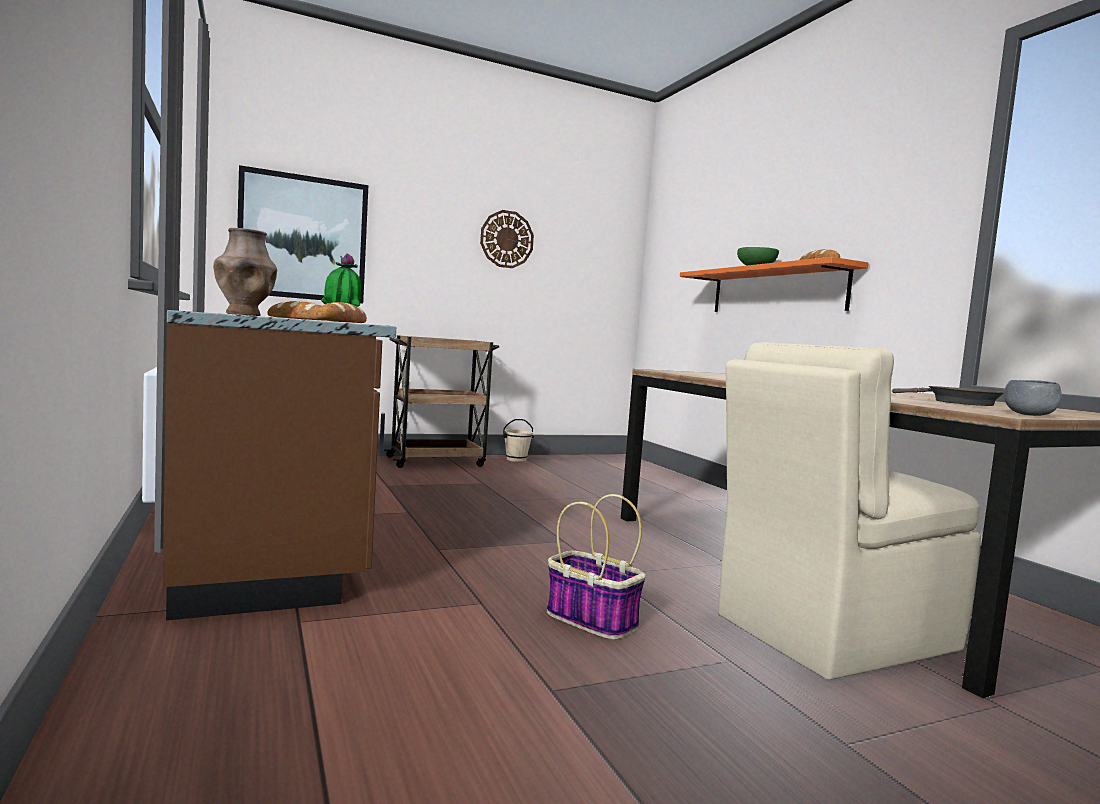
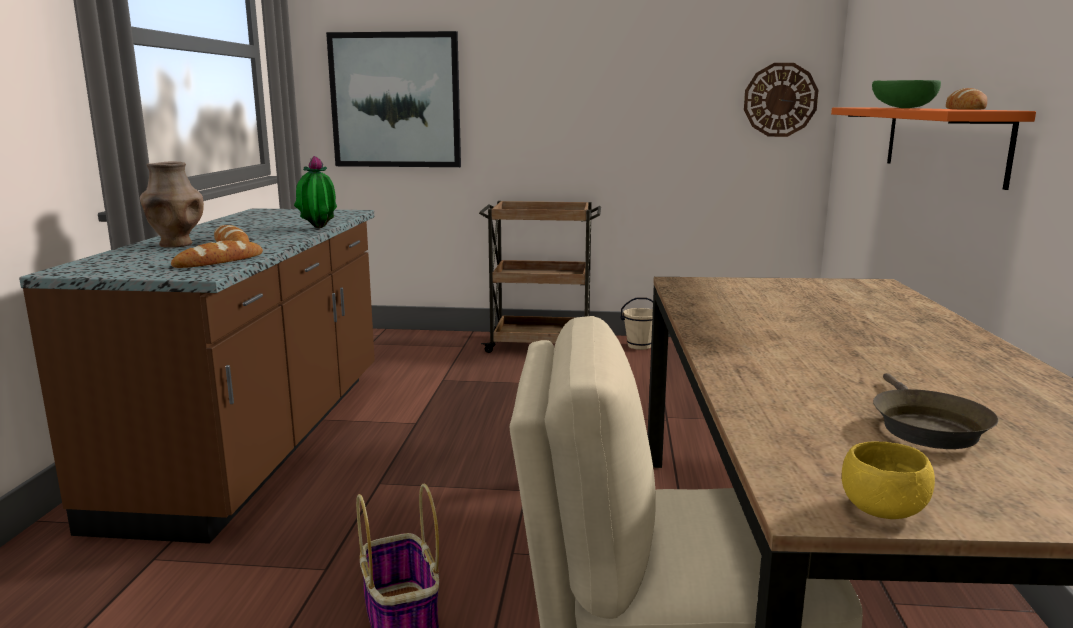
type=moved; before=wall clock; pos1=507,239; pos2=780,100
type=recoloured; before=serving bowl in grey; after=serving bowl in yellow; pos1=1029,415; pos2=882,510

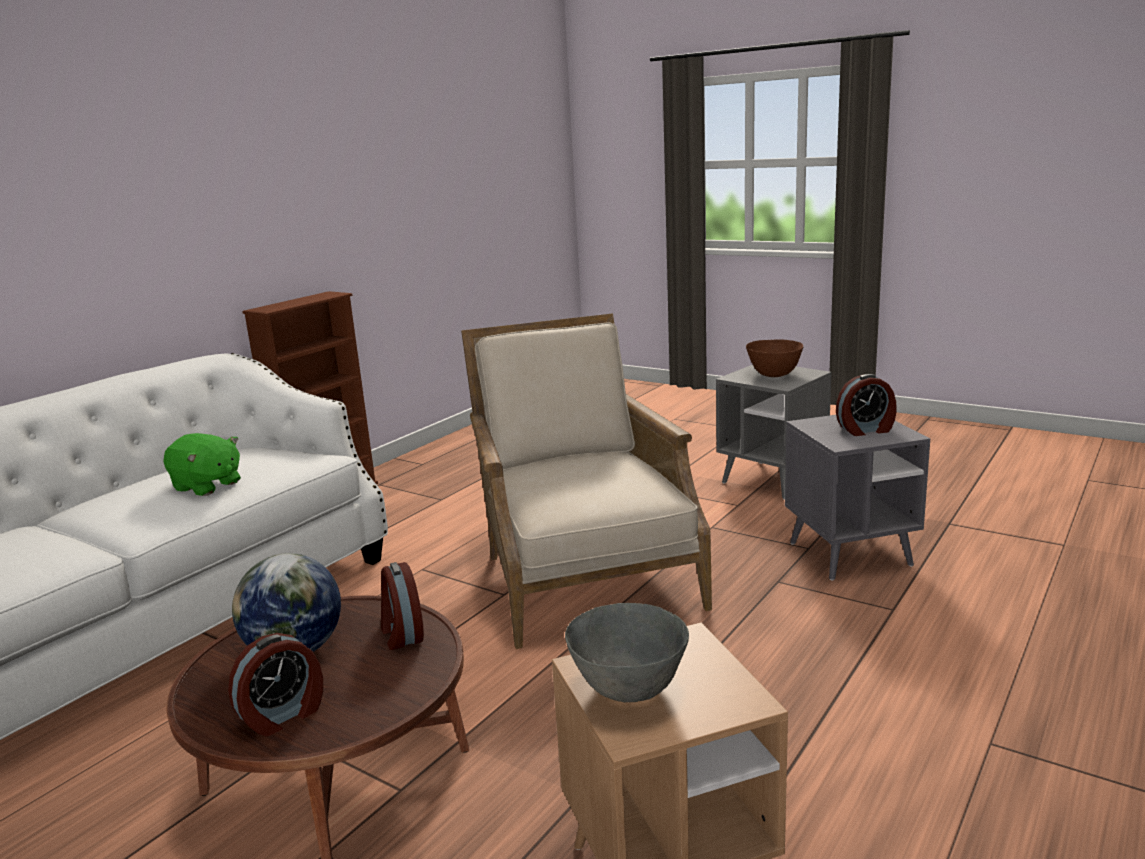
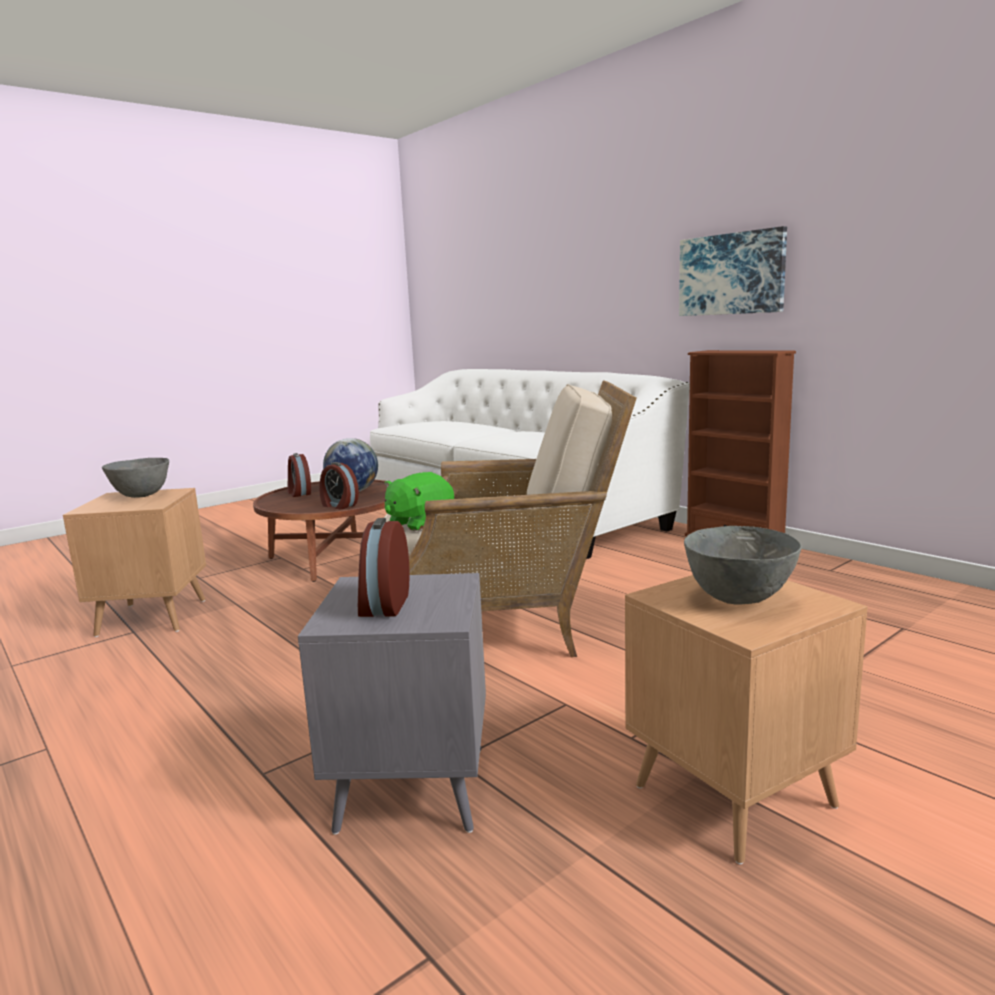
type=turned; before=alarm clock; pos1=401,634; pos2=338,505; turn=-135
type=moved; before=soft toy in greenish; pos1=207,486; pos2=419,523
type=recoloured; before=end table in grey; after=end table in brown; pos1=772,480; pos2=734,796
type=added; after=picture; pos2=731,274
type=recoloured; before=serving bowl in brown; after=serving bowl in grey; pos1=774,375; pos2=737,599

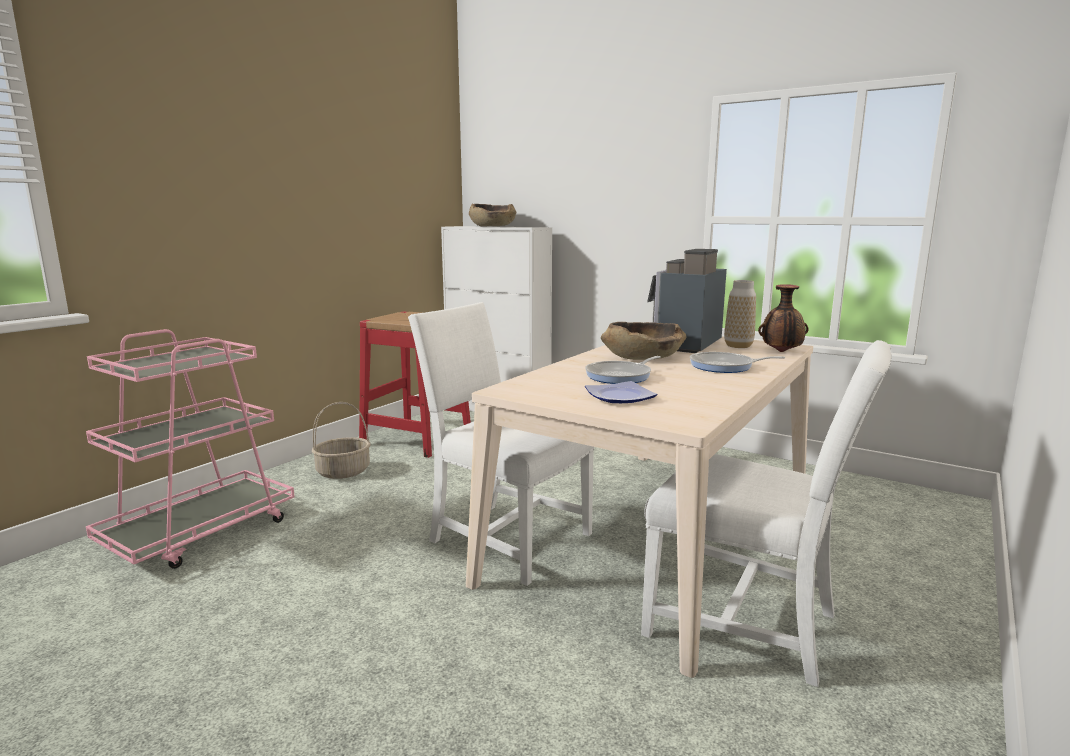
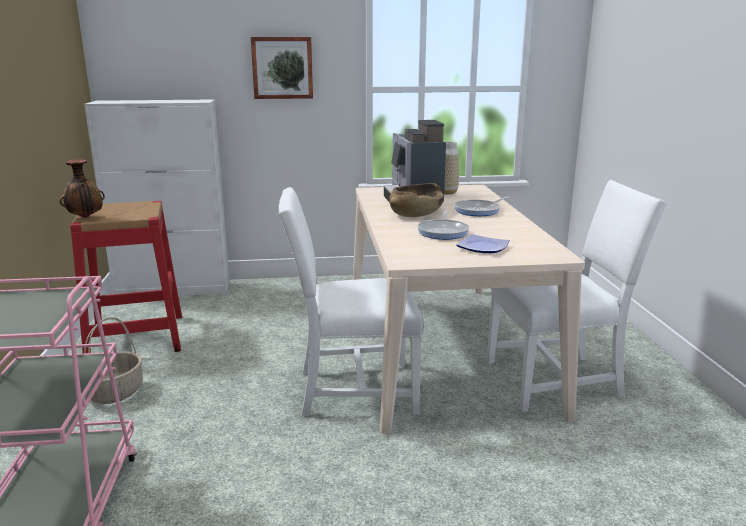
type=moved; before=decorative vase; pos1=781,352; pos2=85,217
type=added; after=picture; pos2=282,68
type=removed; before=serving bowl in brown; pos1=492,226

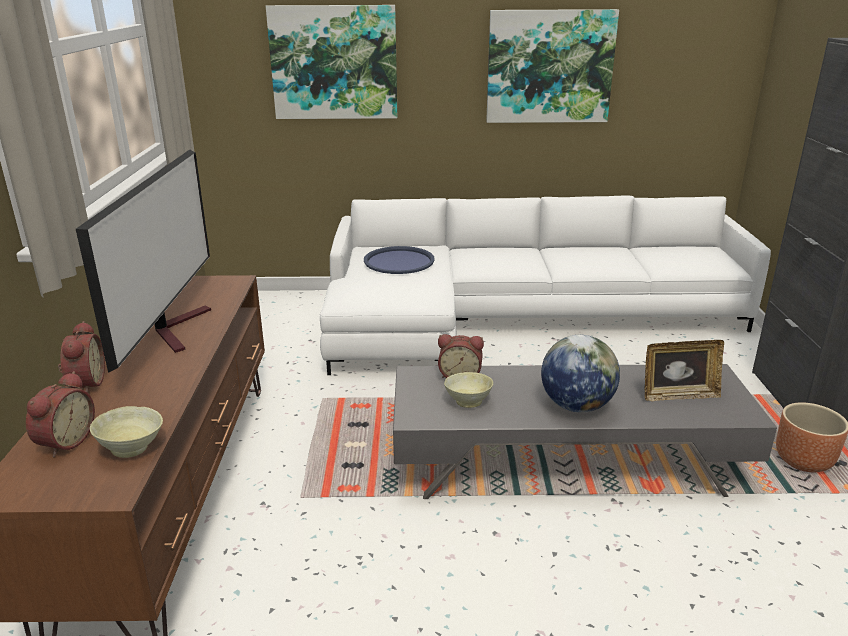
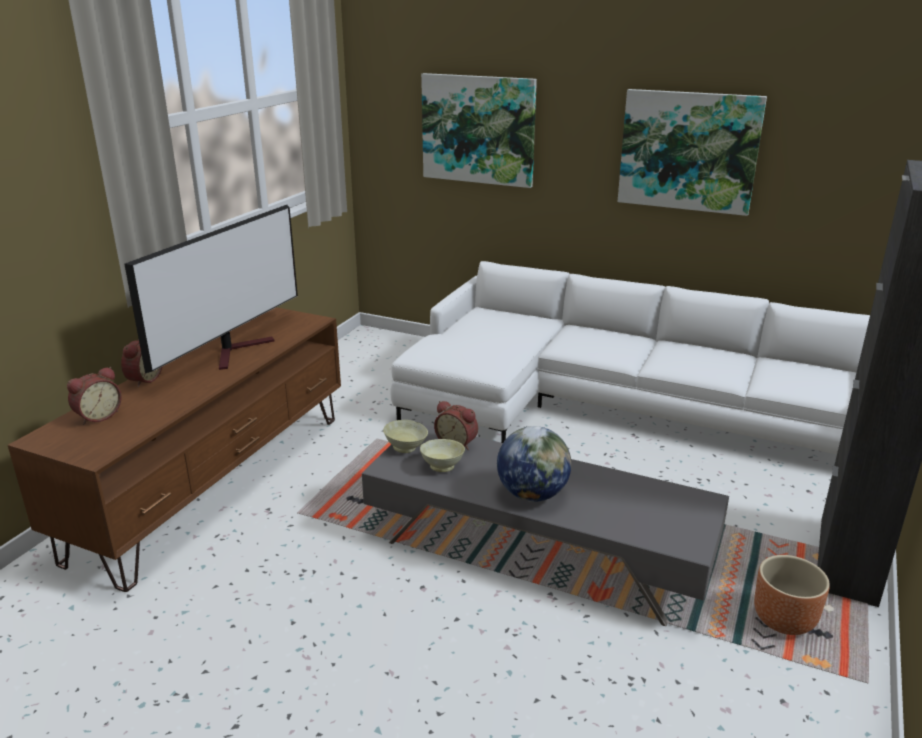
type=moved; before=serving bowl in sand-coloured; pos1=132,448; pos2=406,448
type=removed; before=tray in blue; pos1=399,261
type=removed; before=photo frame; pos1=678,395

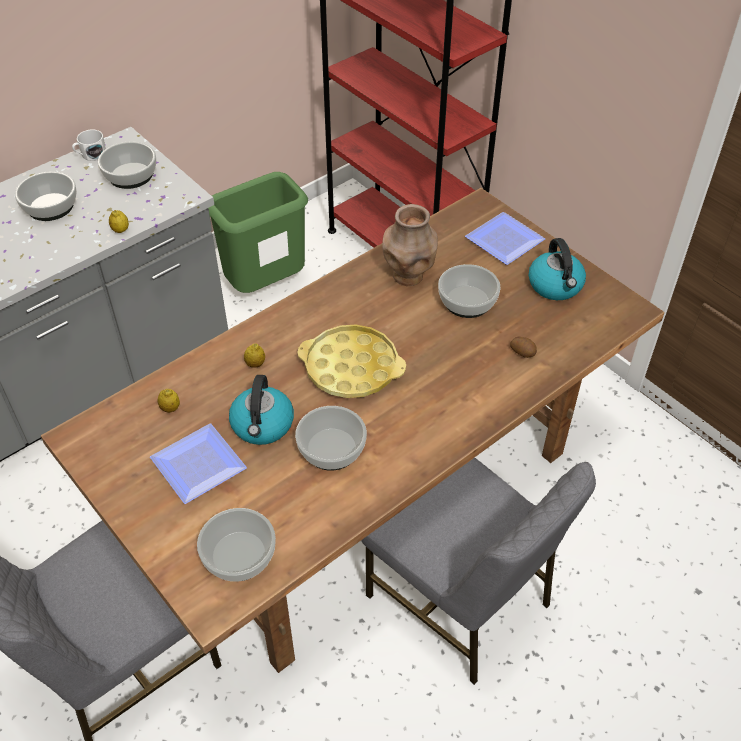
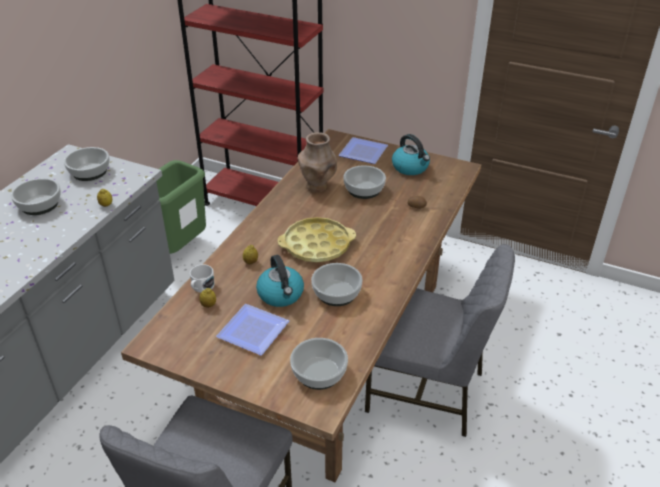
type=moved; before=tea mug in white; pos1=91,155; pos2=201,287

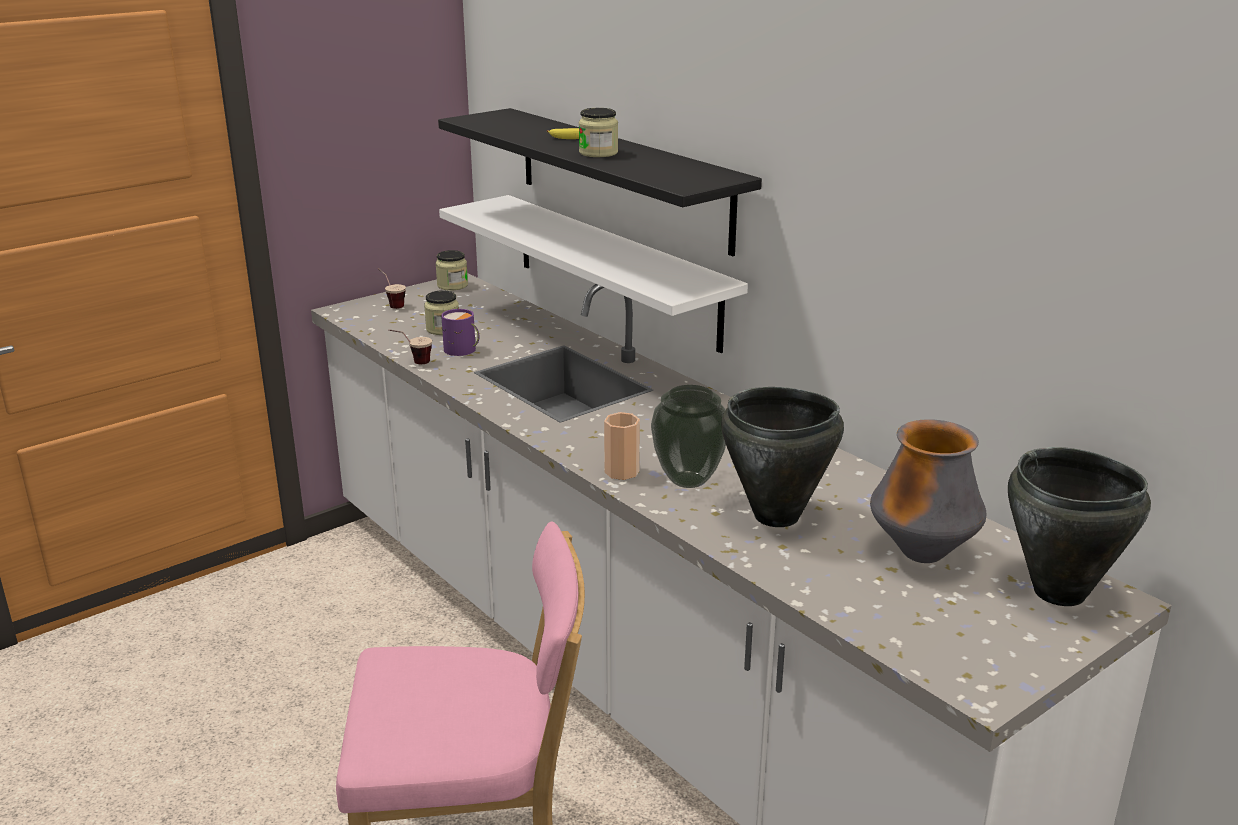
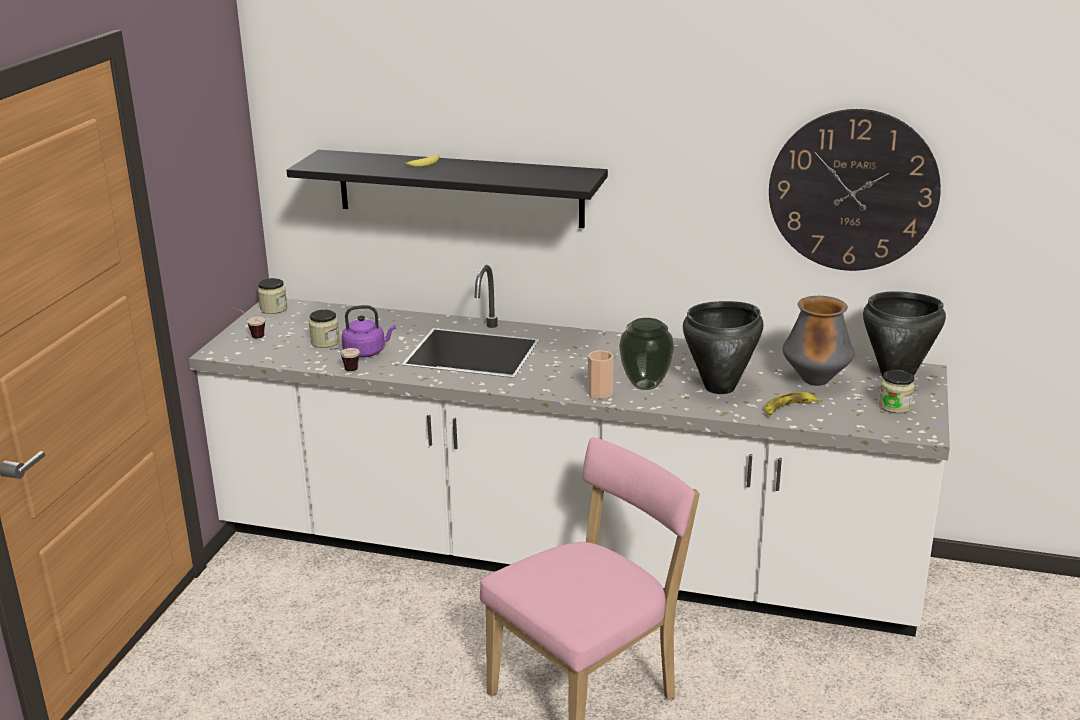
type=replaced; before=tea mug in purplish; after=water kettle in purplish; pos1=462,350; pos2=367,352
type=added; after=banana; pos2=788,408
type=added; after=wall clock; pos2=853,191
type=moved; before=preserve jar; pos1=598,153; pos2=894,406
type=removed; before=shelf in white; pos1=615,270

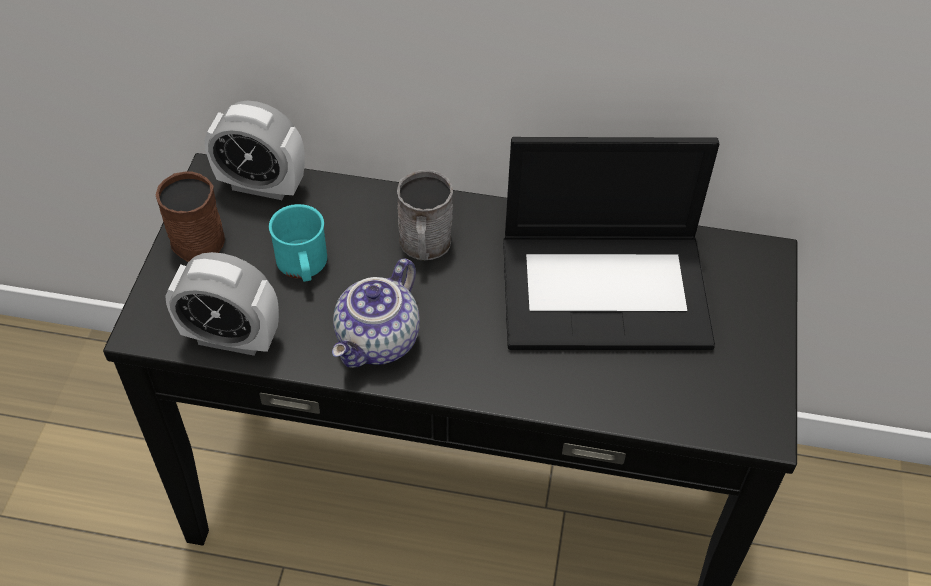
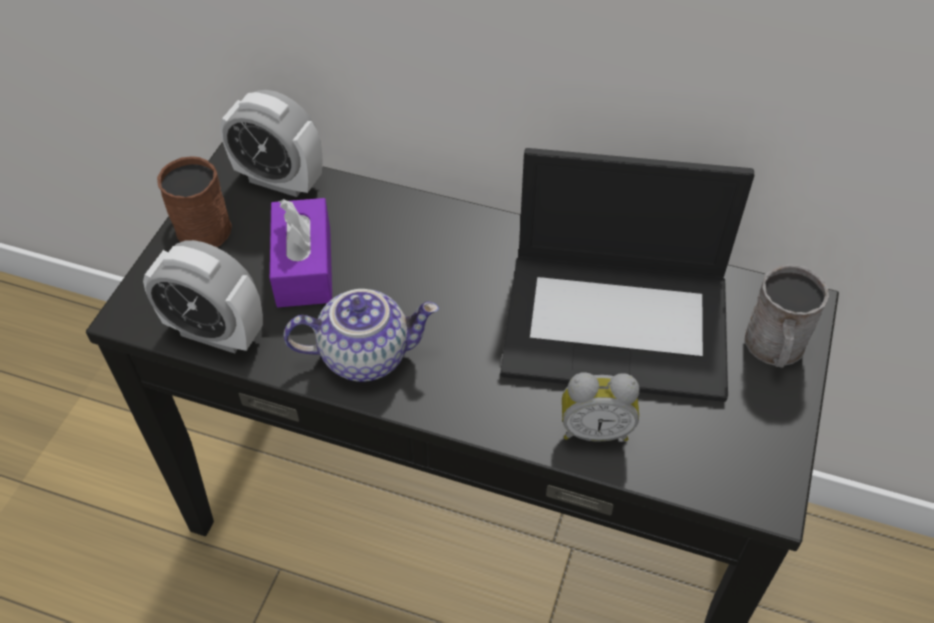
type=replaced; before=tea mug in turquoise-coloured; after=box of tissues in purplish; pos1=303,266; pos2=304,266
type=turned; before=teapot; pos1=379,342; pos2=366,354; turn=-135
type=added; after=alarm clock; pos2=595,429
type=moved; before=tea mug in grey; pos1=425,246; pos2=774,348

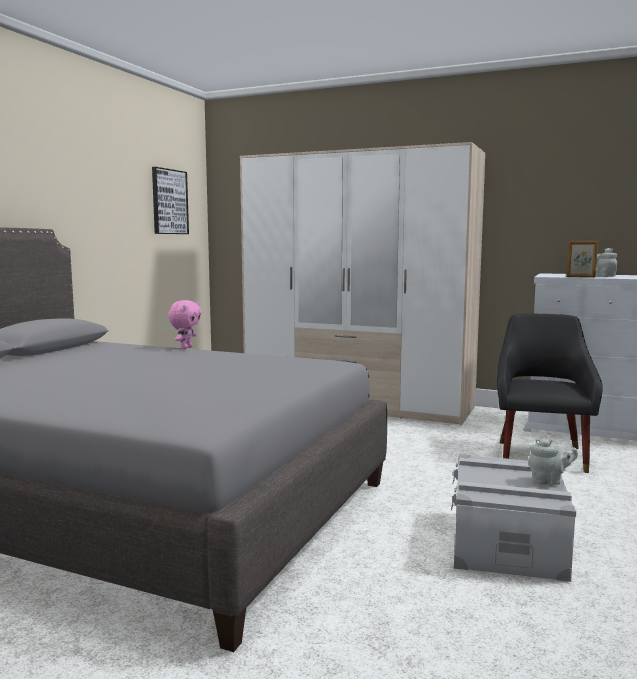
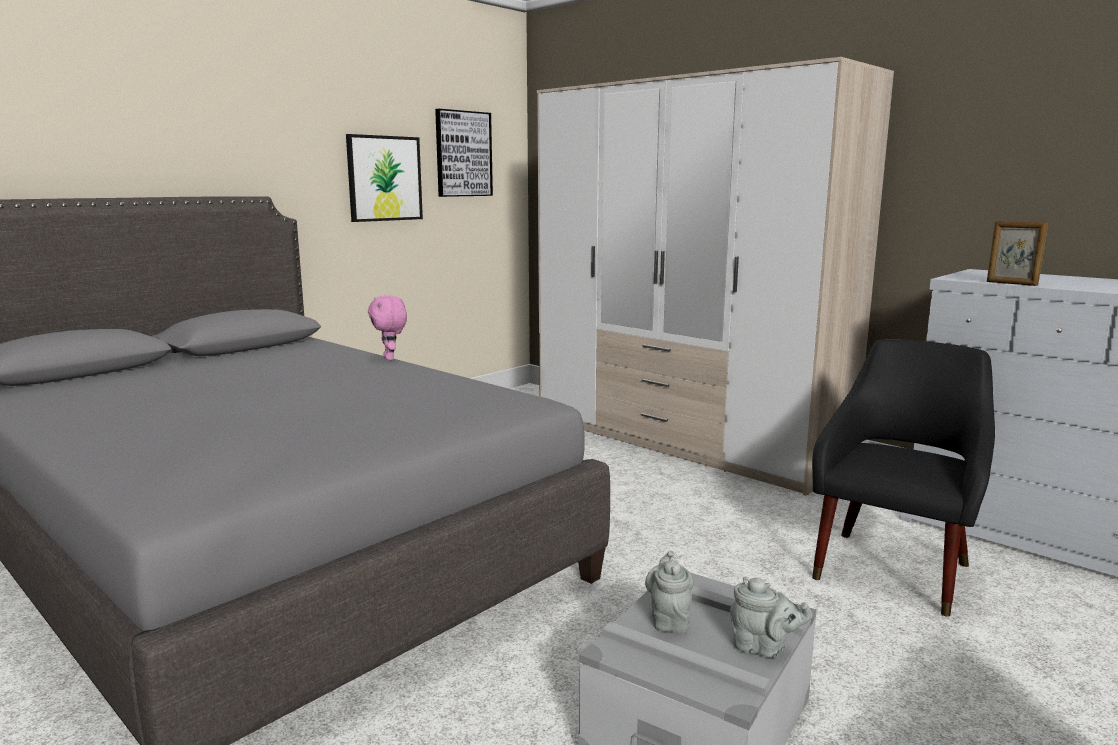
type=added; after=picture; pos2=384,178
type=turned; before=soft toy in pink; pos1=186,348; pos2=390,358; turn=120
type=moved; before=teapot in grey; pos1=603,276; pos2=669,619

